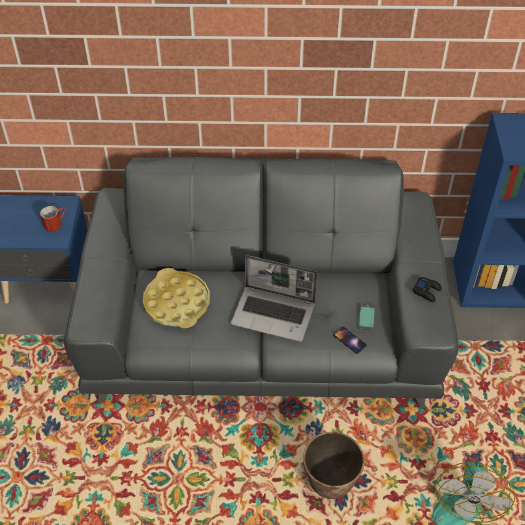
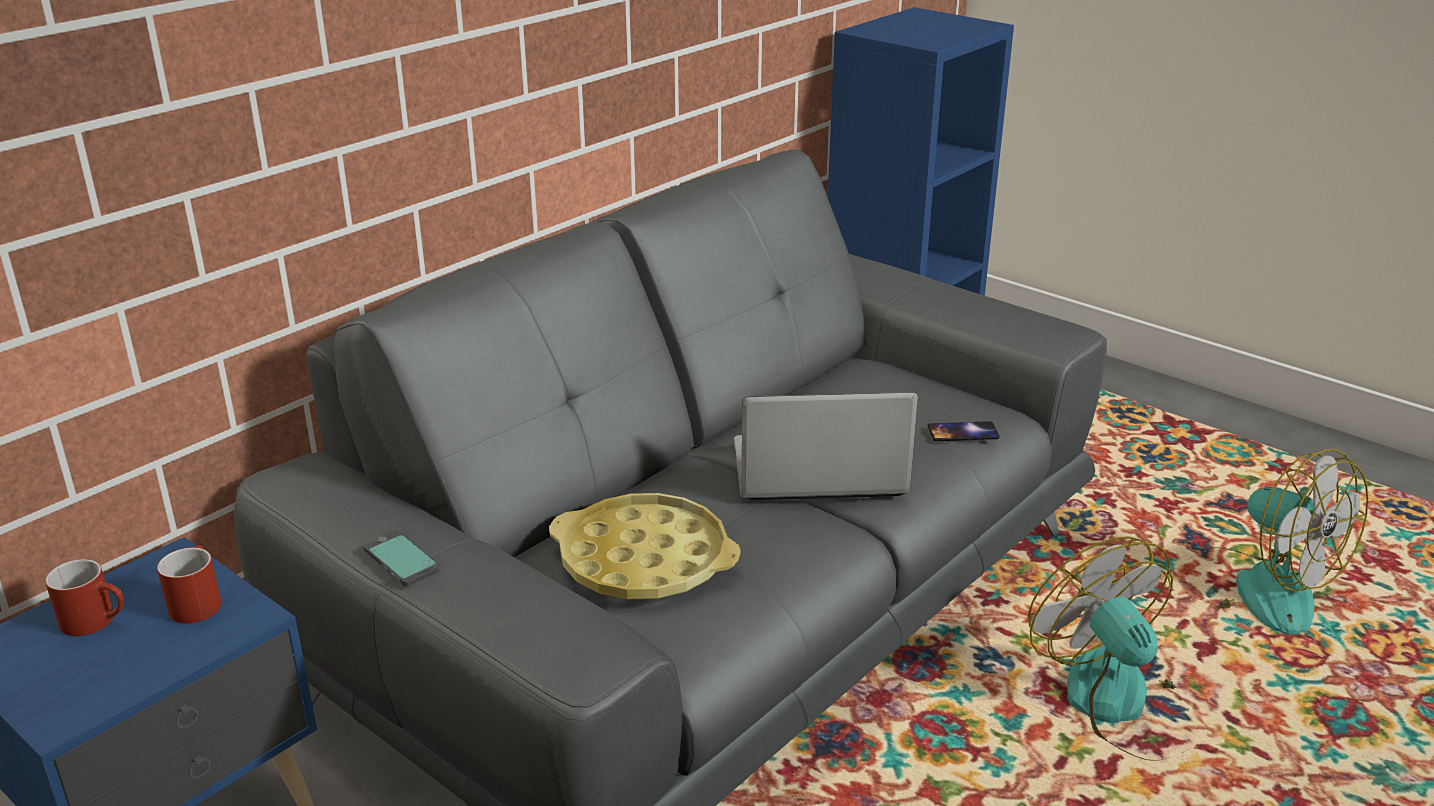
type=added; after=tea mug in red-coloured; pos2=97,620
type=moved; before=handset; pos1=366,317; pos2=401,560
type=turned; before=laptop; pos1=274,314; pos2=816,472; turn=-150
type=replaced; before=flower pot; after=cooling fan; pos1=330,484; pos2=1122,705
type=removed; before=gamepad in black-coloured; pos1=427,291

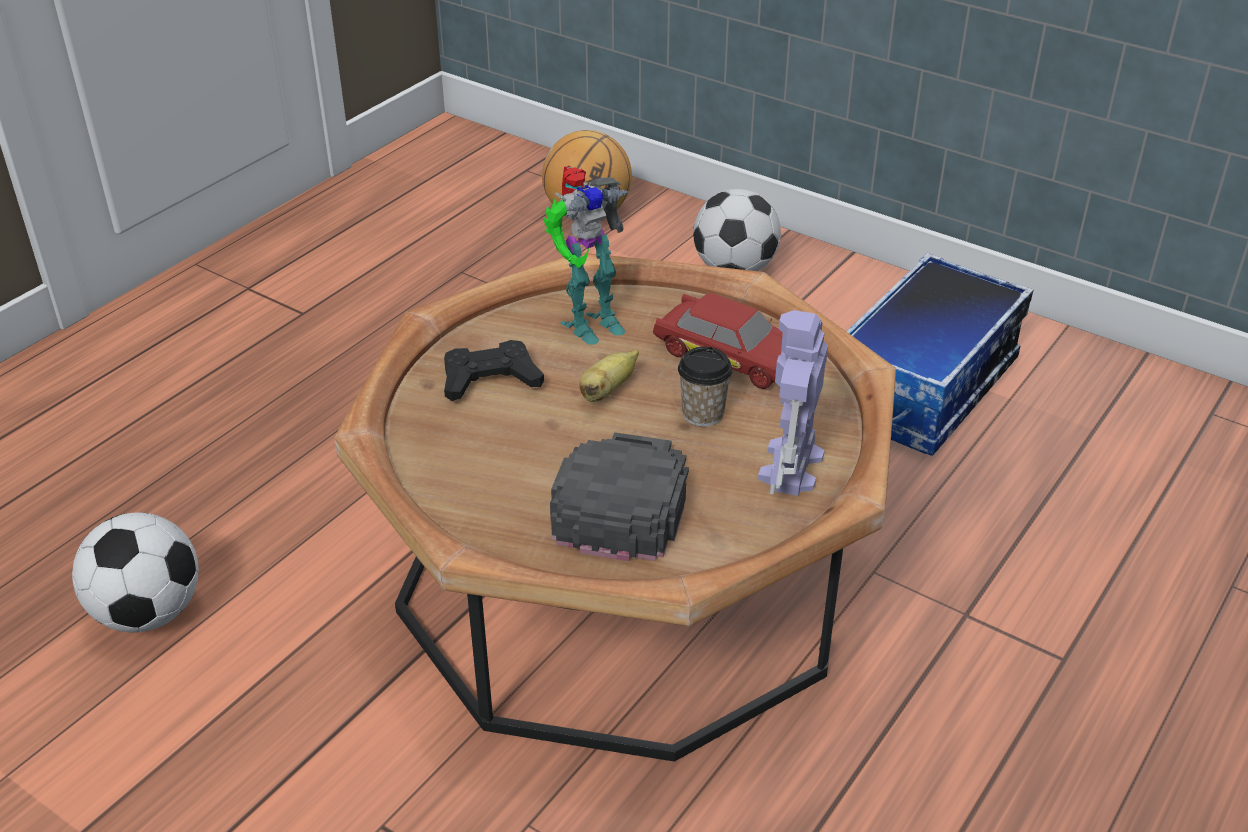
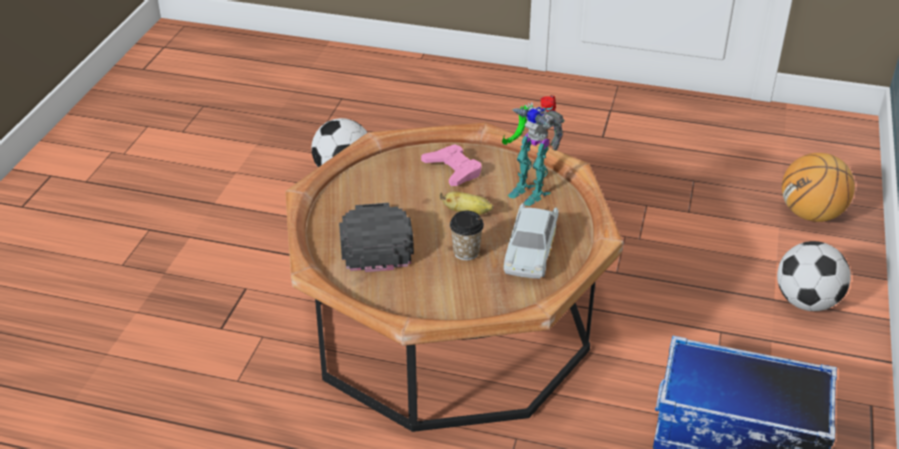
type=turned; before=baseball cap in black-coloured; pos1=622,499; pos2=375,239; turn=-90
type=recoloured; before=gamepad in black-coloured; after=gamepad in pink; pos1=490,379; pos2=453,170
type=recoloured; before=miniature car in red-coloured; after=miniature car in white; pos1=728,356; pos2=530,250
type=removed; before=model robot; pos1=790,468

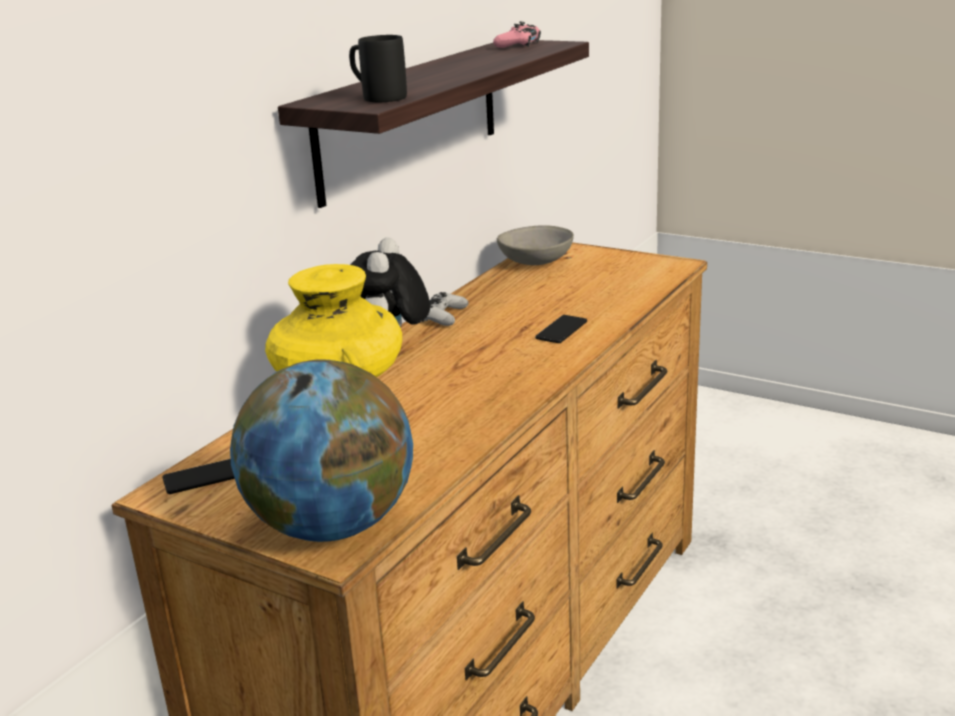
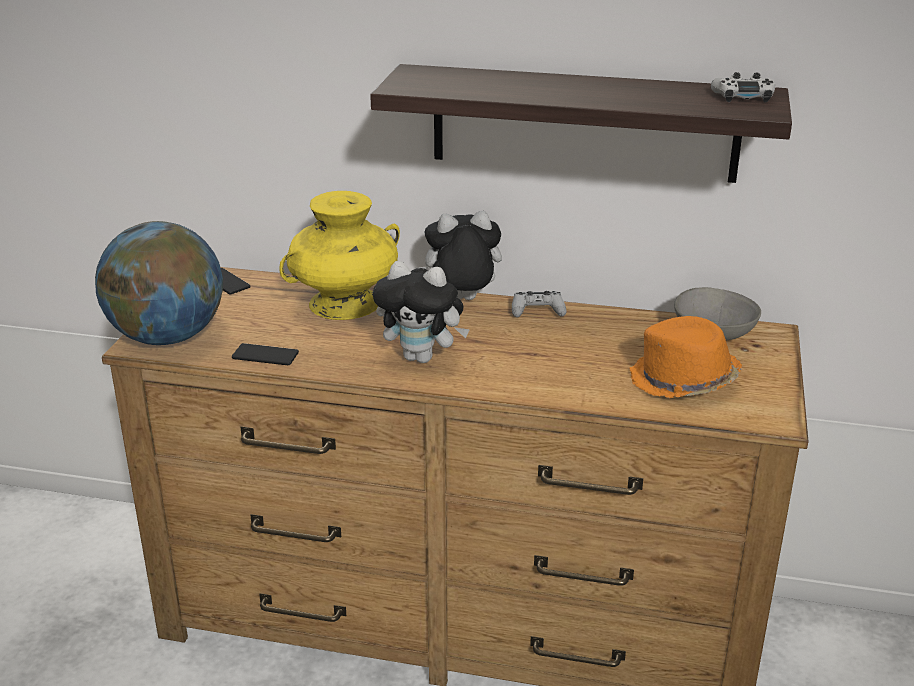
type=moved; before=handset; pos1=561,330; pos2=265,355
type=added; after=soft toy; pos2=422,357
type=added; after=wearable hat in orange-coloured; pos2=682,381
type=recoloured; before=gamepad in pink; after=gamepad in white; pos1=518,44; pos2=743,96
type=removed; before=tea mug in black-coloured; pos1=377,97

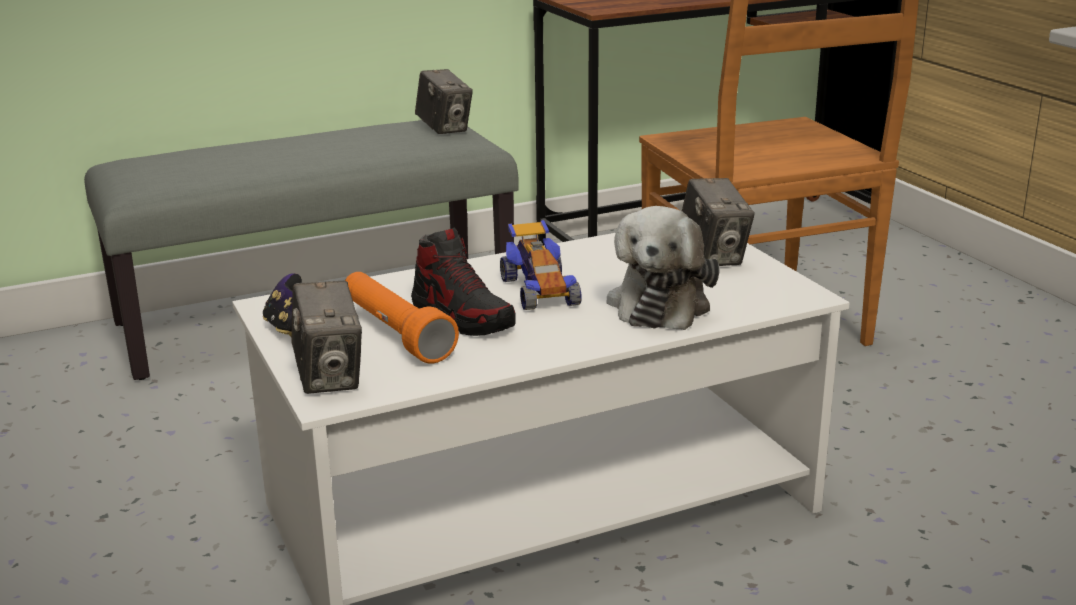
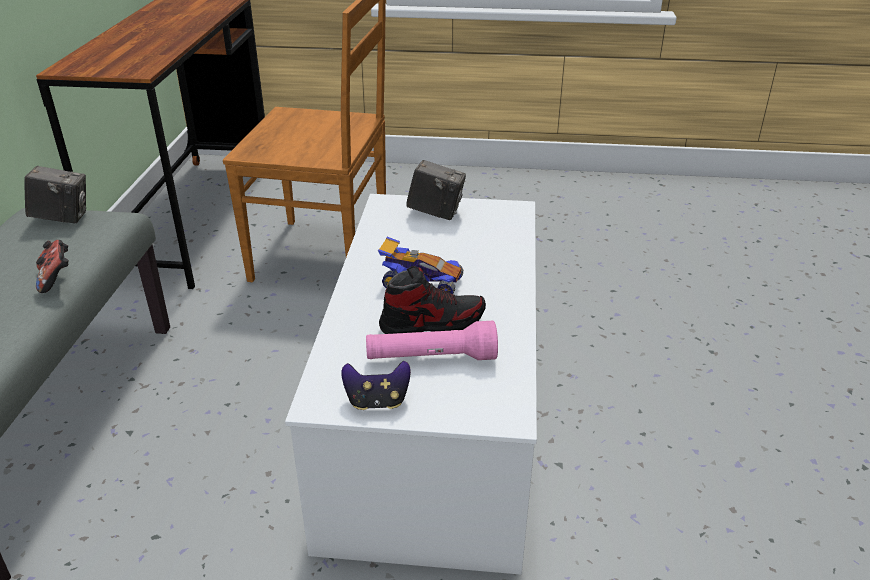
type=added; after=gamepad; pos2=56,279
type=recoloured; before=flashlight in orange-coloured; after=flashlight in pink; pos1=395,333; pos2=431,358
type=removed; before=photo camera; pos1=329,378
type=removed; before=soft toy; pos1=660,303

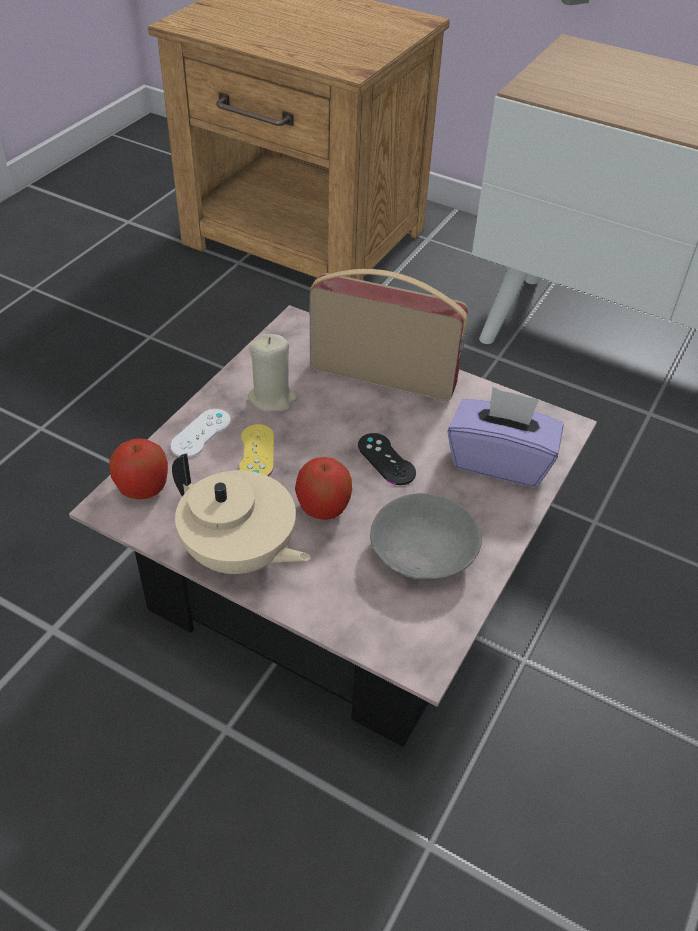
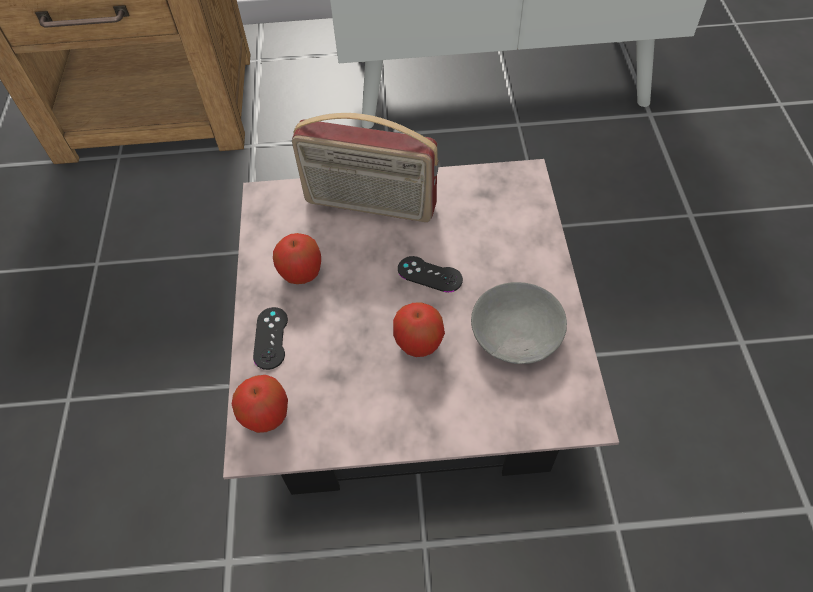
type=recoloured; before=gamepad in white; after=gamepad in black-coloured; pos1=201,433; pos2=271,338
type=replaced; before=wax candle in sand-coloured; after=apple; pos1=272,398; pos2=301,273
type=turned; before=radio; pos1=383,376; pos2=369,205; turn=-150
type=removed; before=teapot in sand-coloured; pos1=240,555
type=removed; before=gamepad in yellow; pos1=257,452
type=removed; before=box of tissues in purplish; pos1=499,460

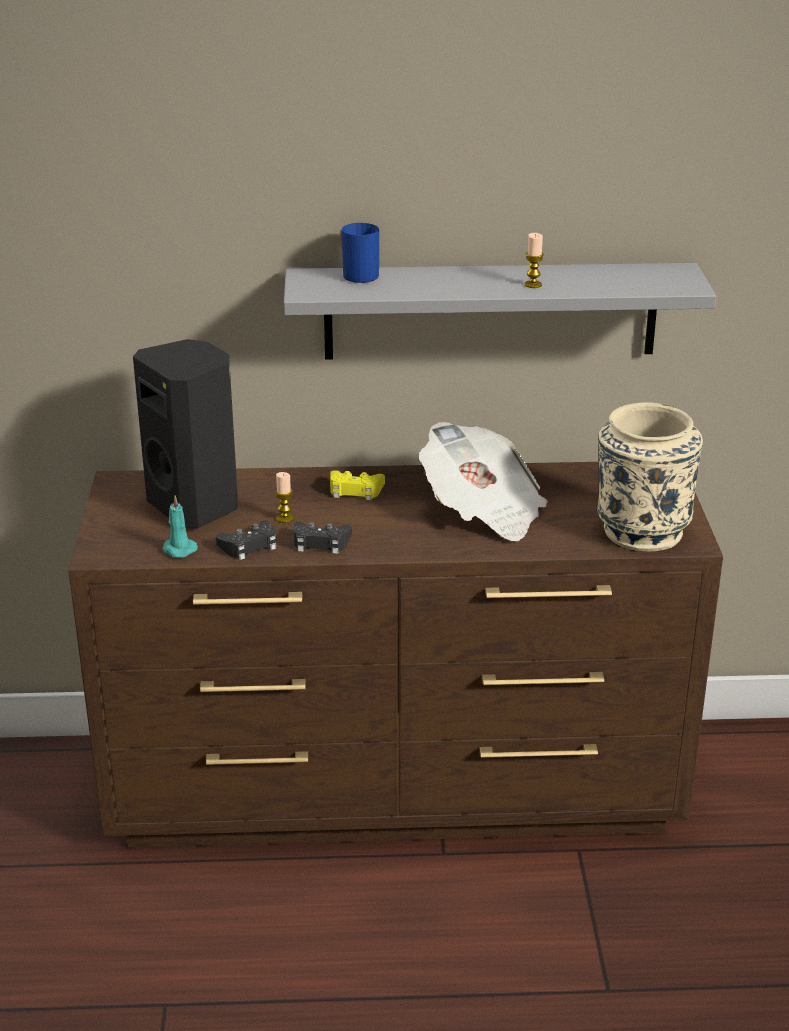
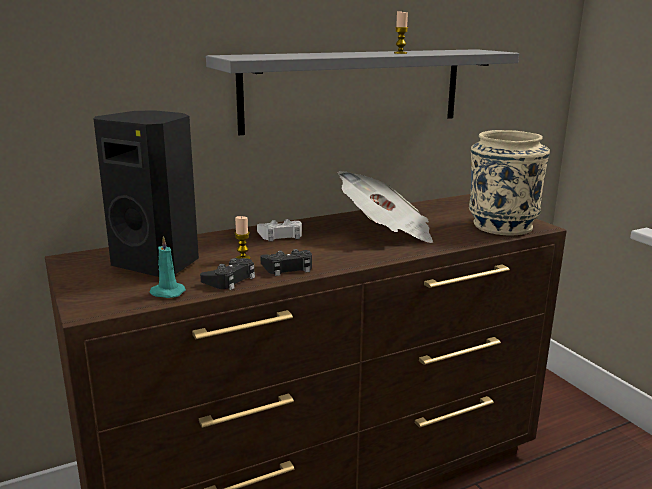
type=recoloured; before=gamepad in yellow; after=gamepad in white; pos1=355,490; pos2=281,235
type=removed; before=tea mug in blue; pos1=356,274

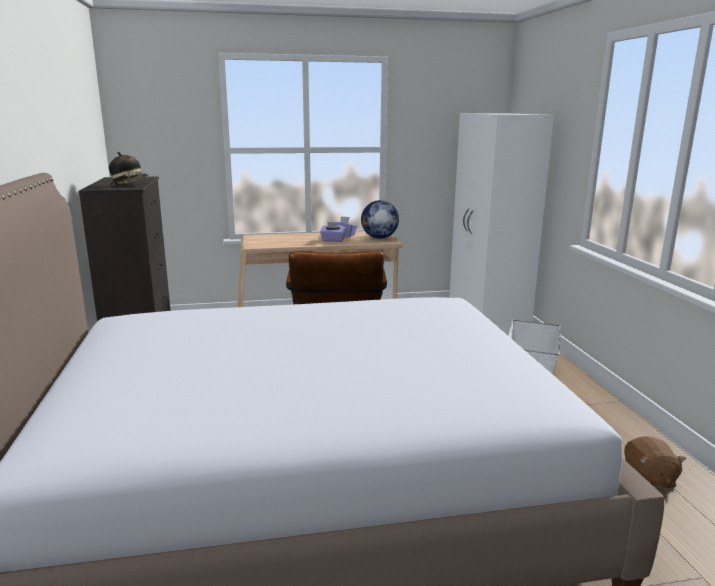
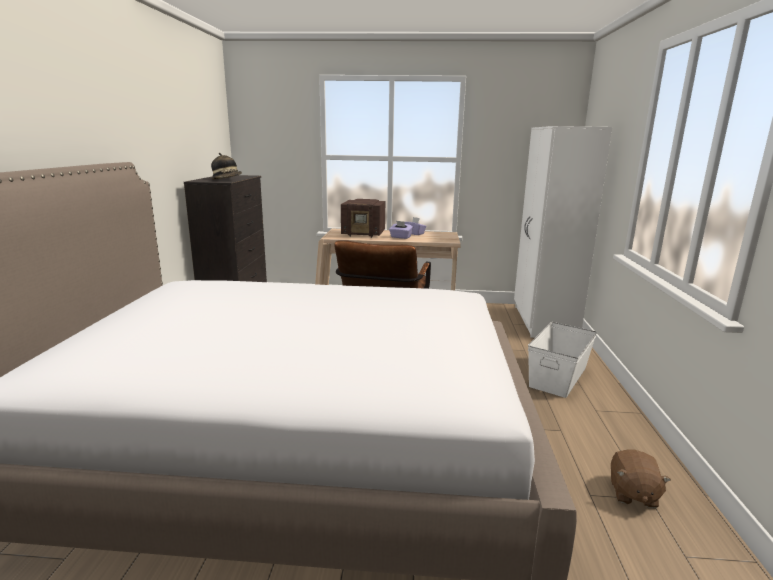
type=added; after=radio; pos2=364,234
type=removed; before=desk globe; pos1=379,238

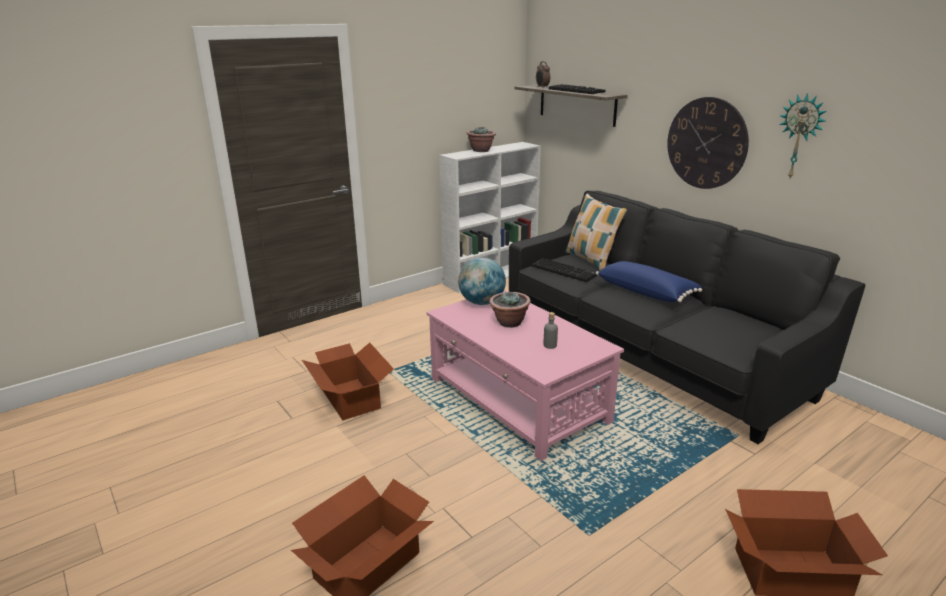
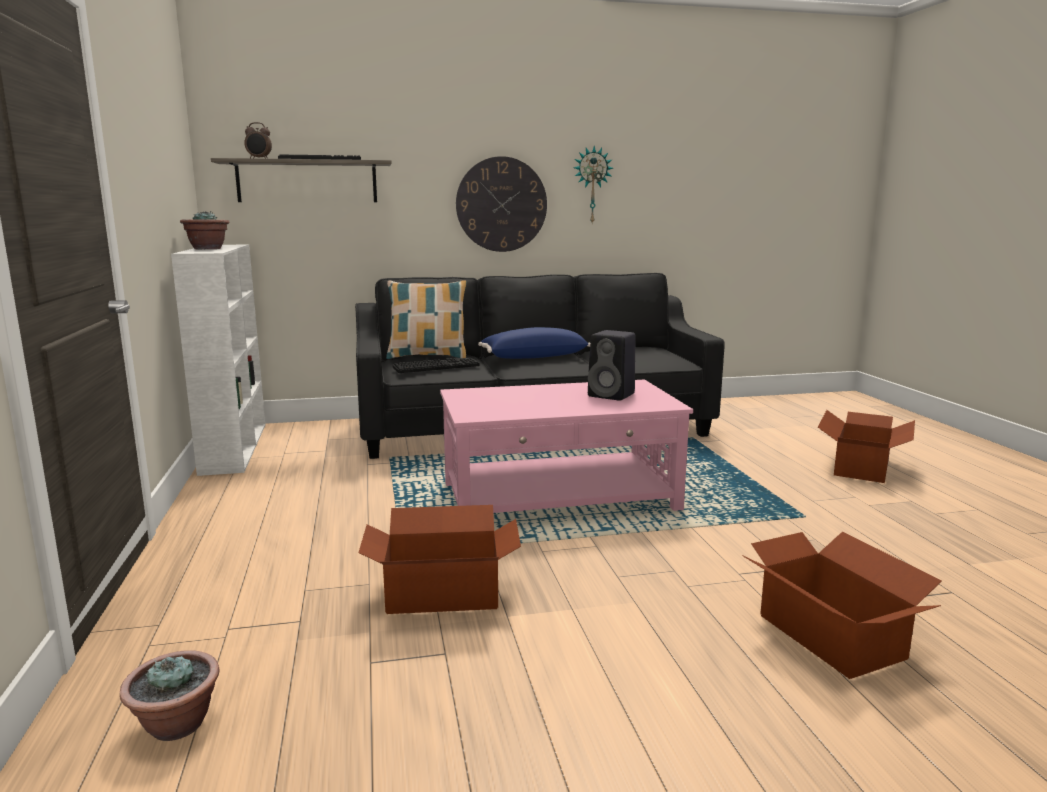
type=moved; before=potted plant; pos1=509,323; pos2=177,726
type=replaced; before=beverage bottle in grey; after=speaker in black-coloured; pos1=550,345; pos2=612,395
type=removed; before=desk globe; pos1=481,302

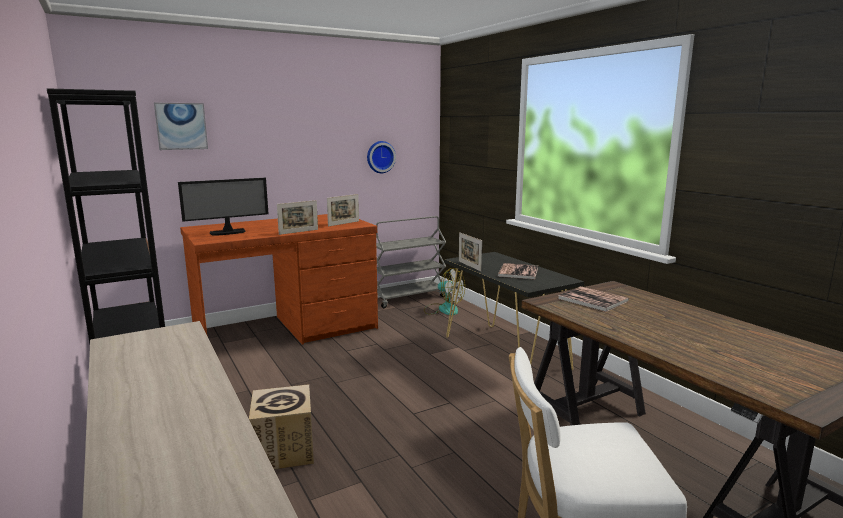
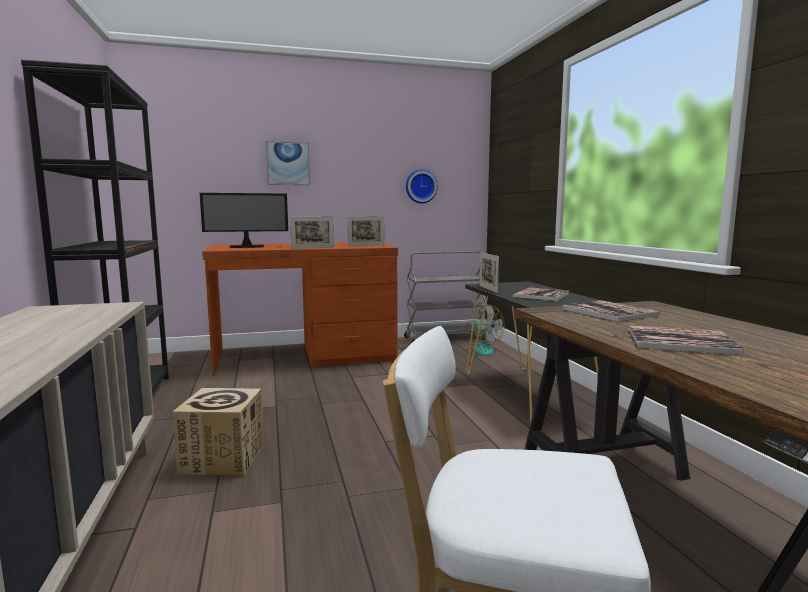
type=moved; before=picture; pos1=181,126; pos2=288,163
type=added; after=book; pos2=680,342

